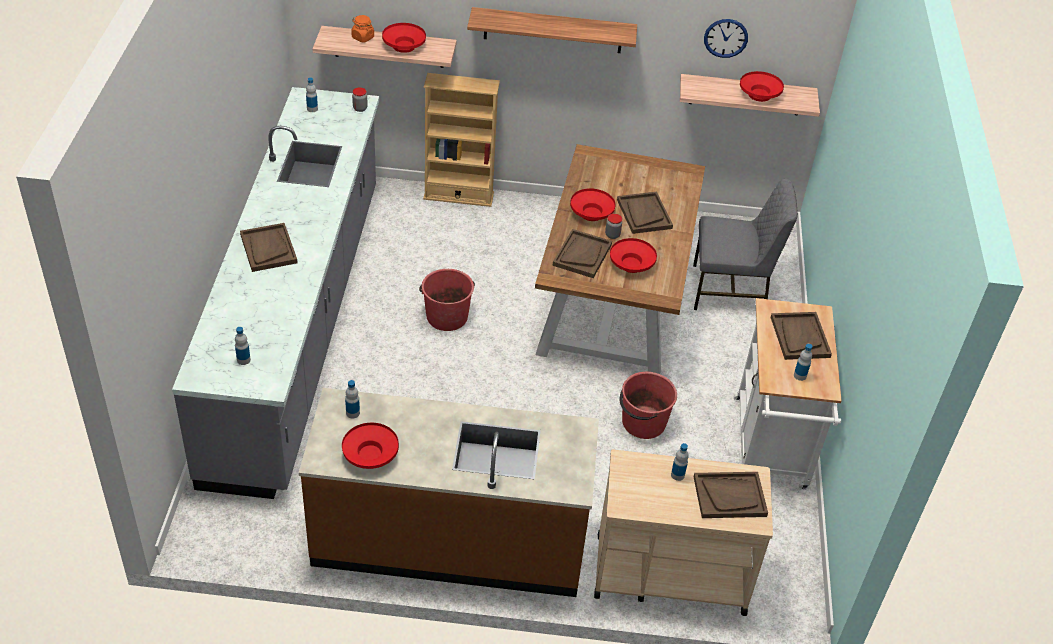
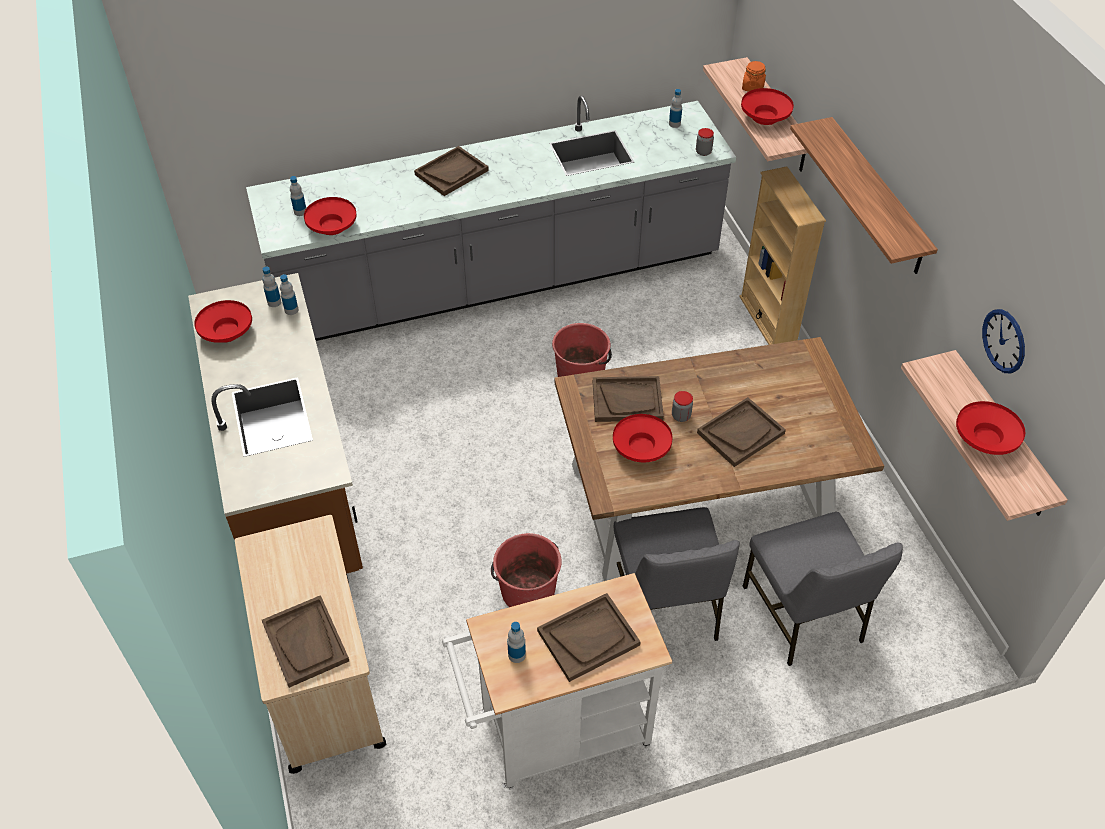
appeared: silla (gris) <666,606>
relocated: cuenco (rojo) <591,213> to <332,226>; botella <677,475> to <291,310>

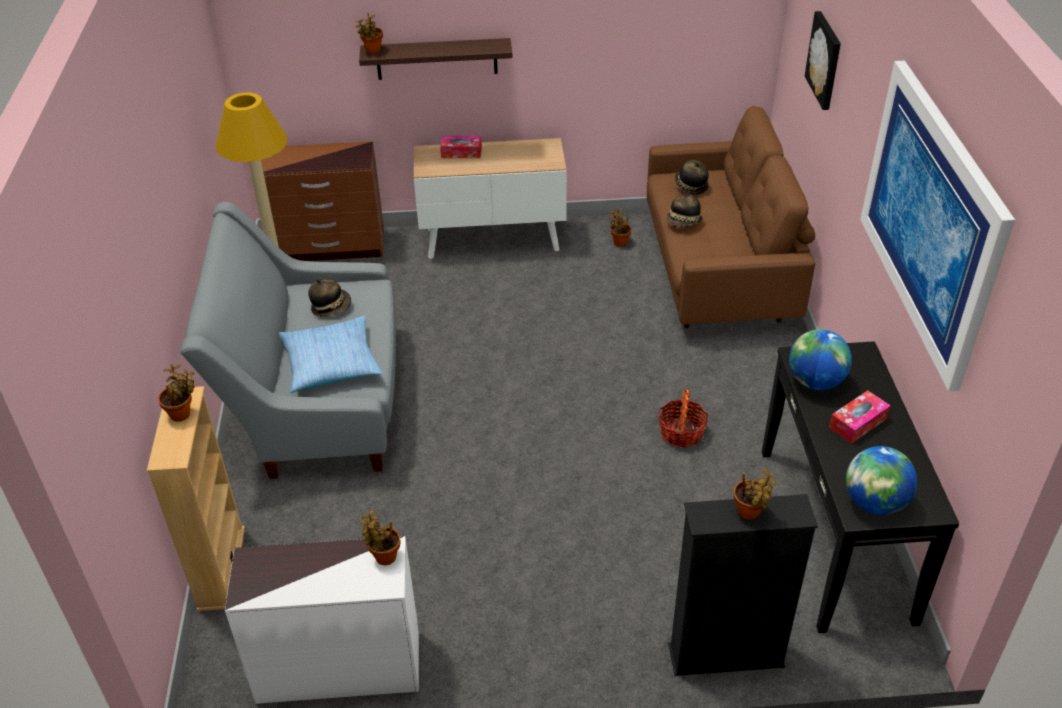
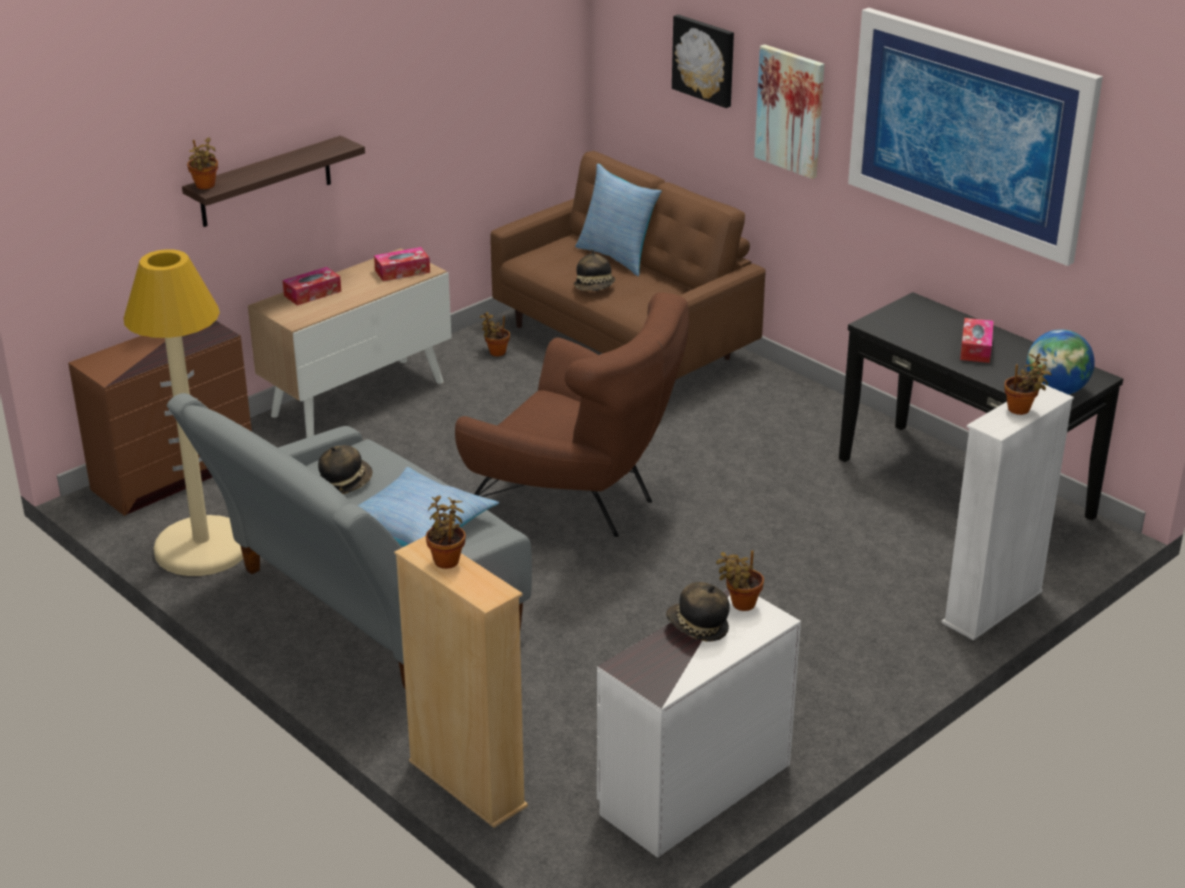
missing: cesta <681,432>; globo terráqueo <815,382>
appeared: caja de pañuelos <402,271>; sillón (marrón) <578,500>; cojín <617,257>; cuadro <790,111>
relocated: sombrero <690,186> to <697,628>
colour: estantería (negro) <725,656> to estantería (blanco) <992,608>

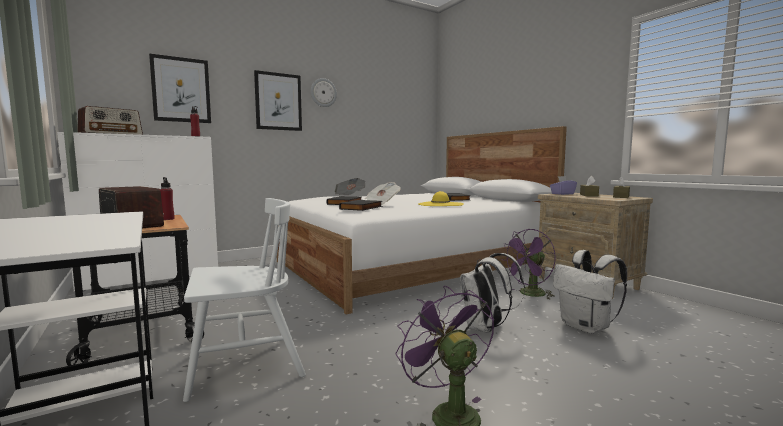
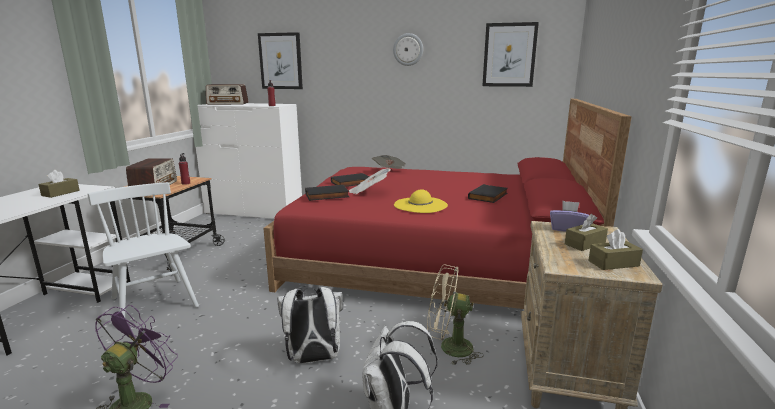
appeared: caja de pañuelos (marrón) <60,193>
relocated: cuadro <278,101> to <509,55>
colour: cama (blanco) <414,264> to cama (rojo) <435,261>; ventilador (morado) <529,294> to ventilador (beis) <448,348>
spun: silla (blanco) <244,365> = <154,303> 150 degrees counterclockwise

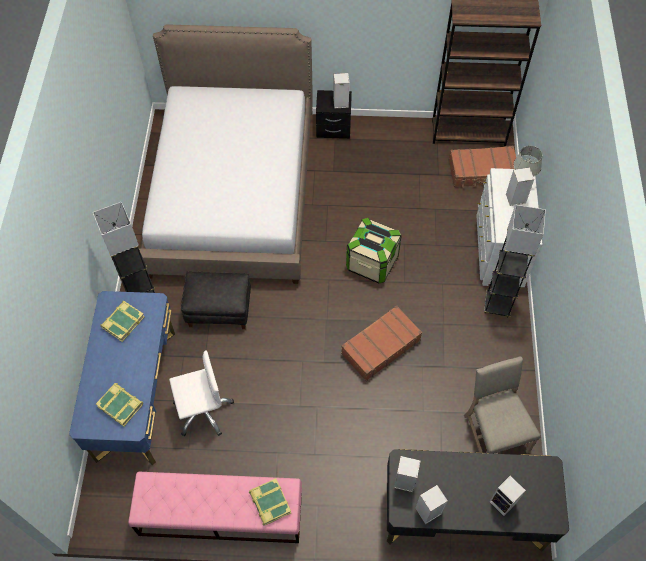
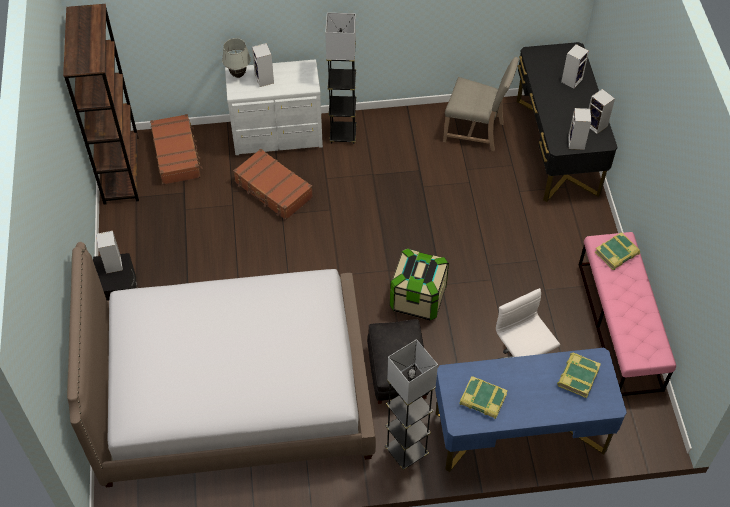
relocated: maleta (marrón) <380,346> to <273,190>; caja de almacenaje <372,262> to <418,298>
spun: silla (beis) <493,432> = <476,131> 135 degrees counterclockwise

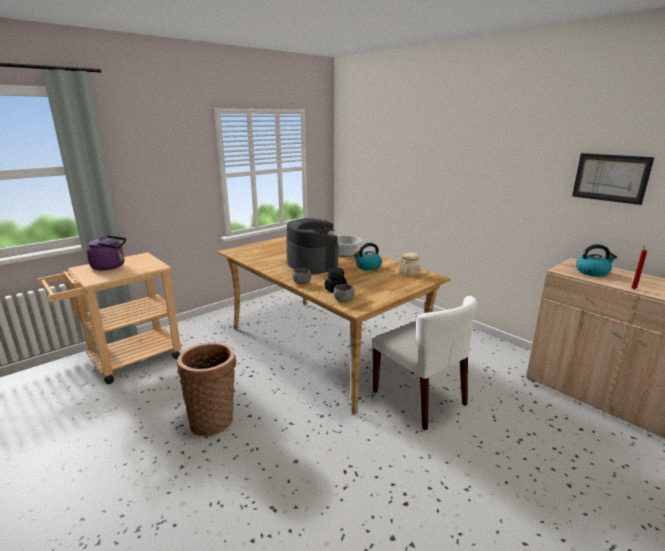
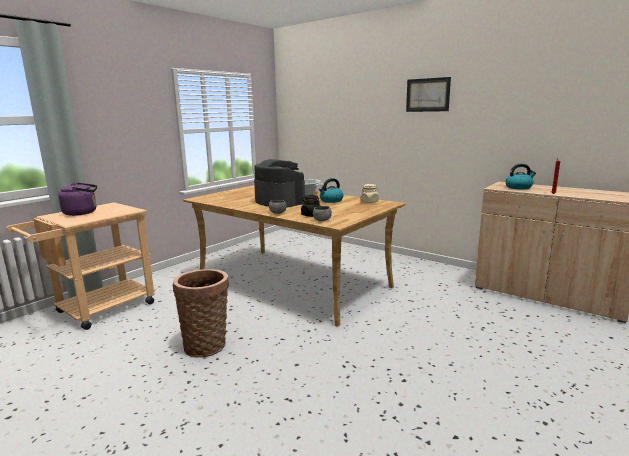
missing: silla (blanco) <419,398>
relocated: cuadro <610,178> to <427,95>

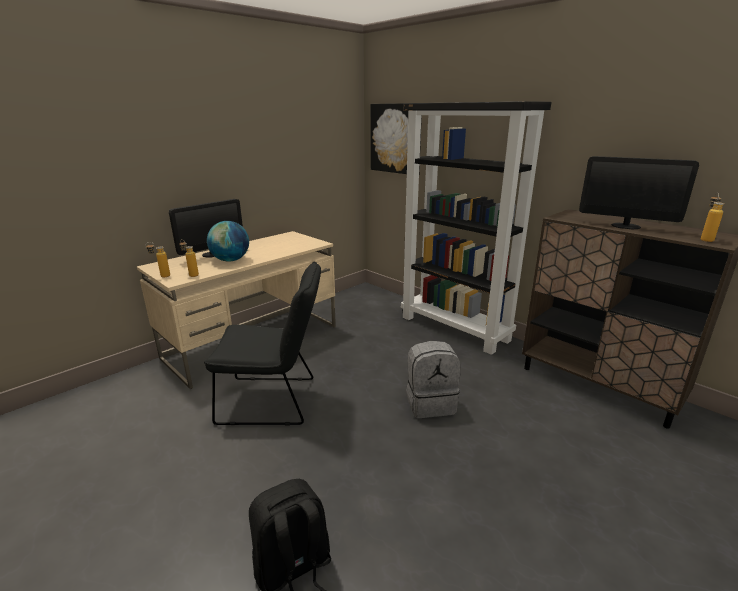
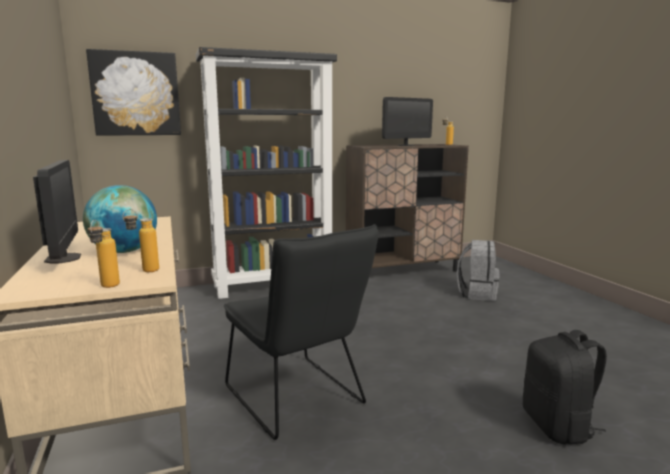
relocated: mochila (gris) <430,403> to <477,294>
spun: silla (negro) <275,400> = <298,399> 120 degrees clockwise

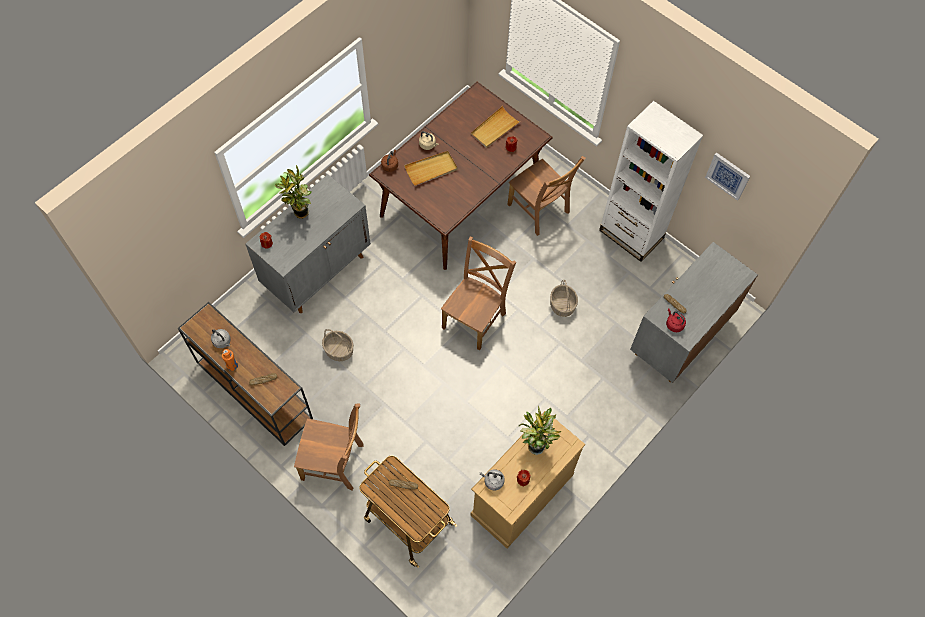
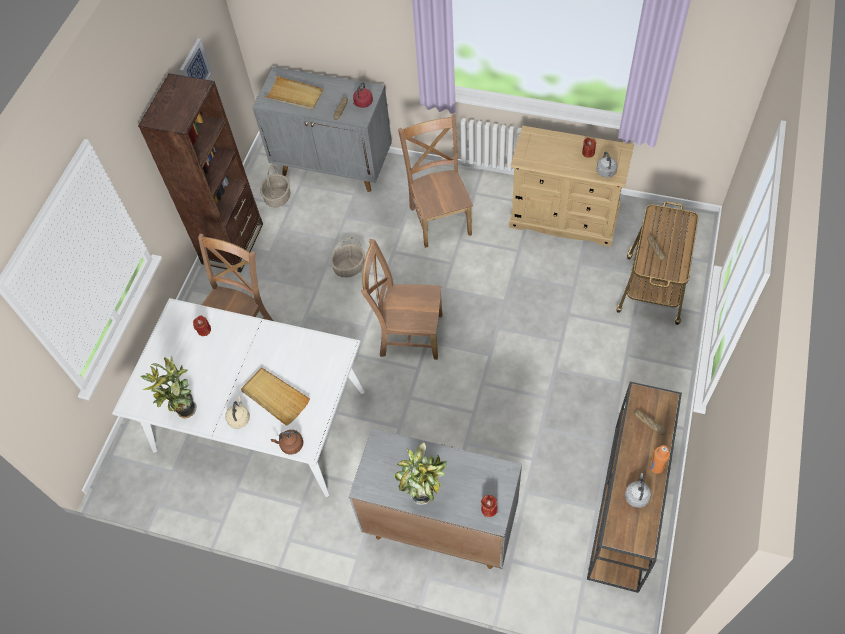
relocated: silla (marrón) <335,463> to <440,218>; cesta <338,350> to <278,197>; bandeja (beis) <494,129> to <295,95>; planta en maceta <535,444> to <184,411>
colour: mesa de comedor (marrón) <461,197> to mesa de comedor (blanco) <258,421>; estantería (blanco) <631,234> to estantería (marrón) <233,243>

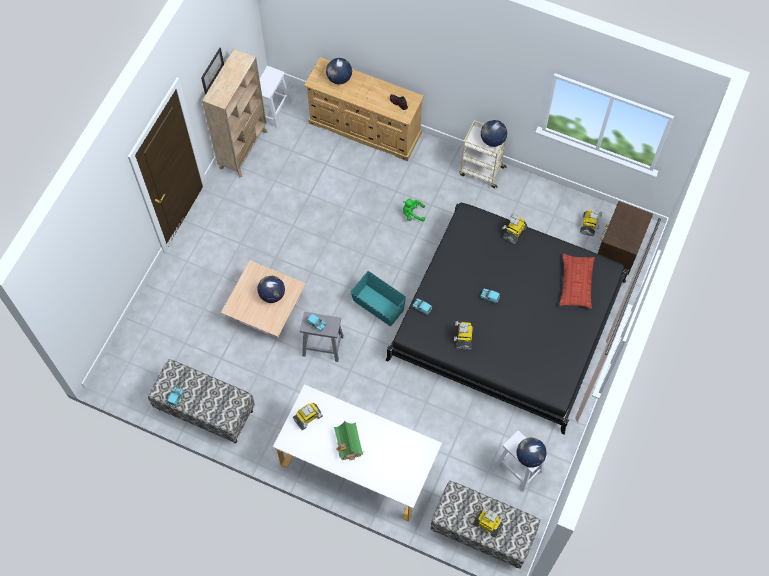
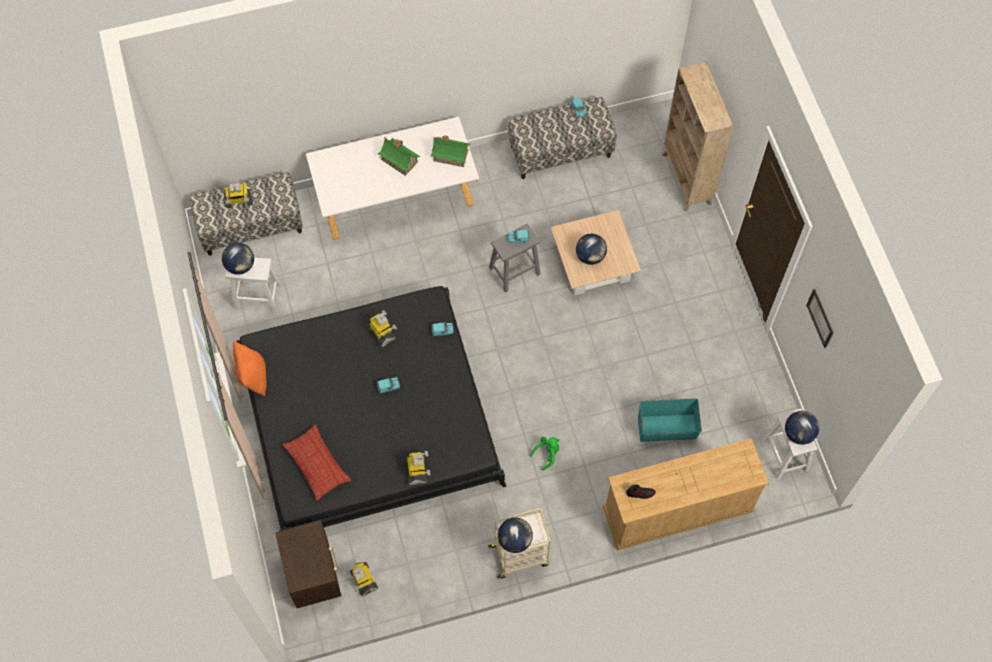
appeared: cojín (naranja) <253,376>
relocated: estantería (beis) <243,149> to <686,179>; globo terráqueo <339,78> to <799,433>; caja de almacenaje (turquesa) <378,305> to <667,428>
exchanged: robot de juguete <308,418> to casita <450,155>

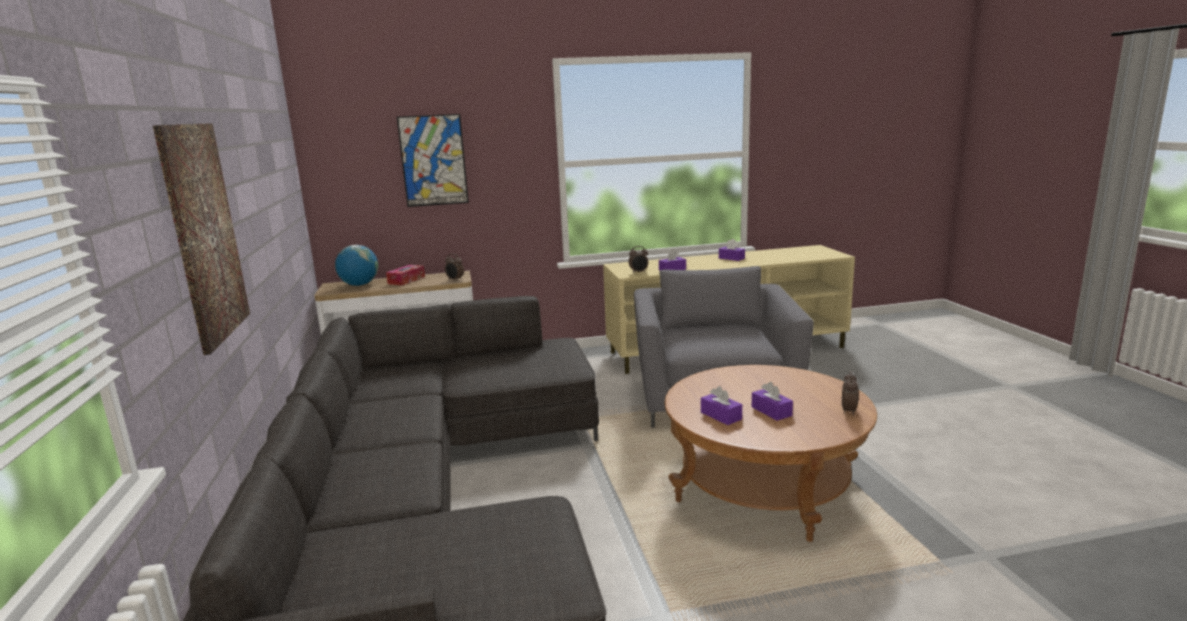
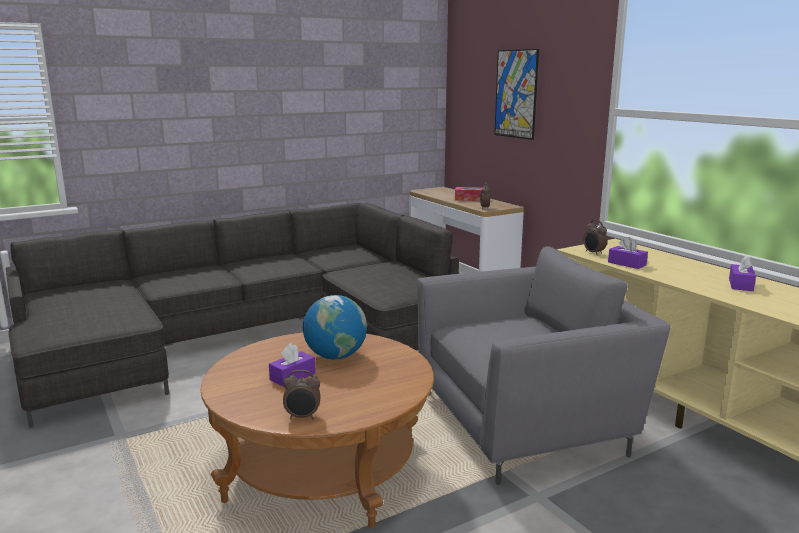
missing: cuadro <204,233>; caja de pañuelos (morado) <721,416>
relocated: globo terráqueo <359,285> to <336,356>

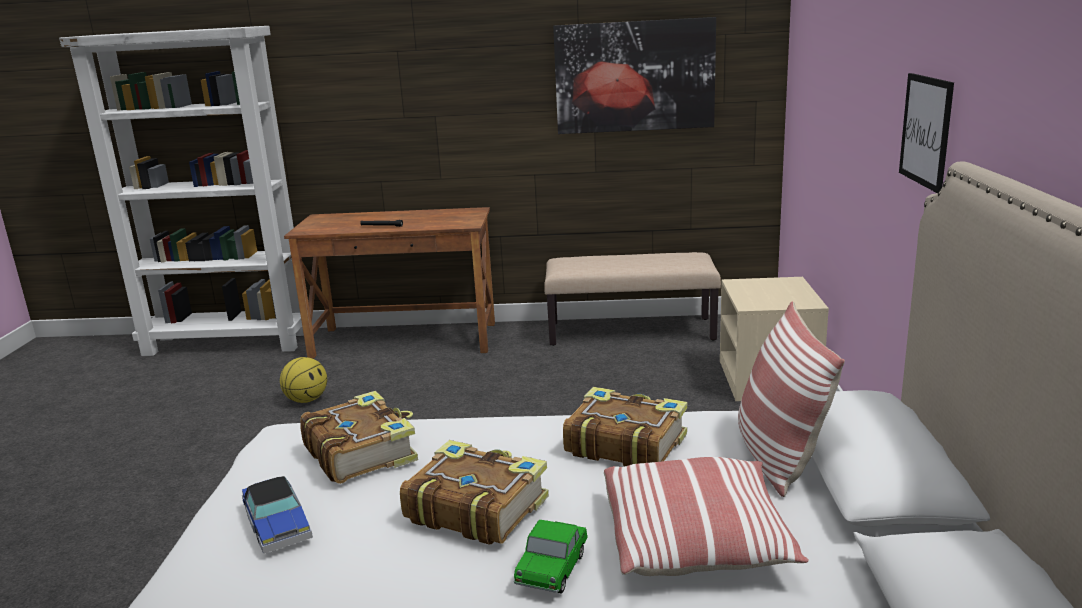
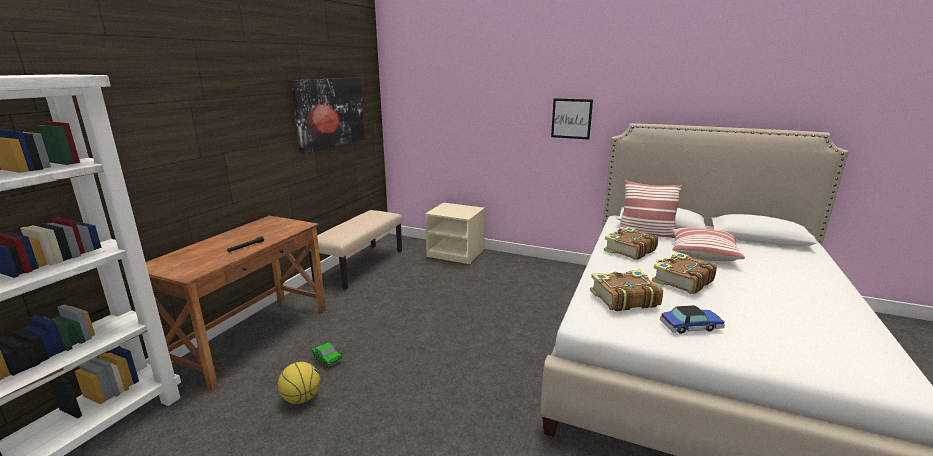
relocated: coche de juguete <552,569> to <327,360>

